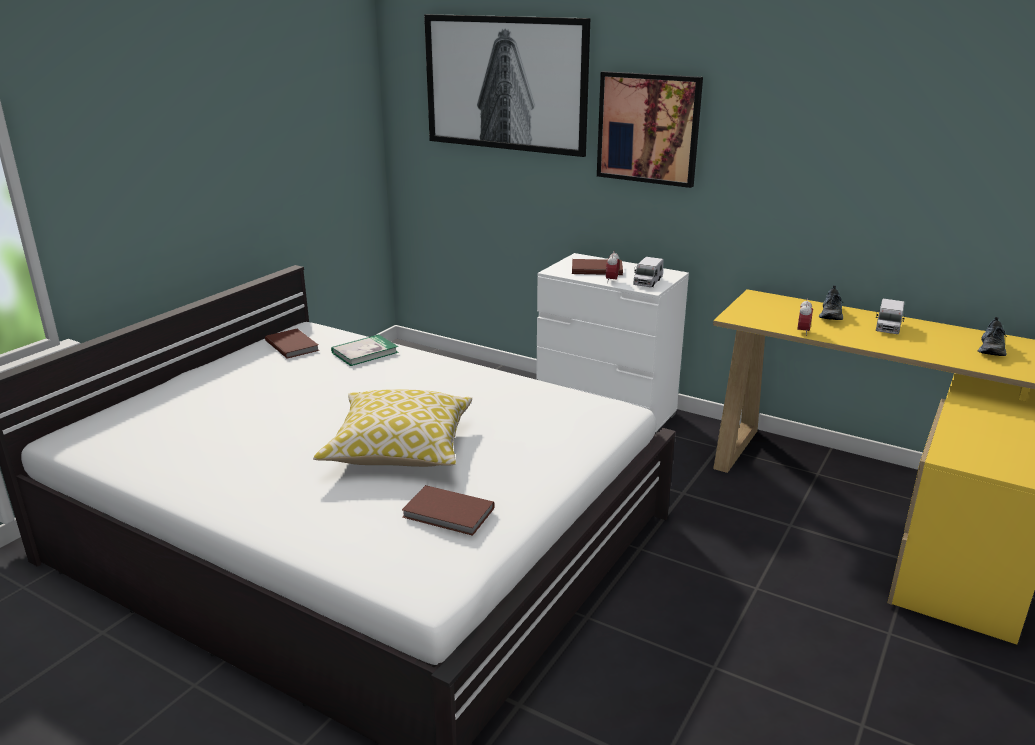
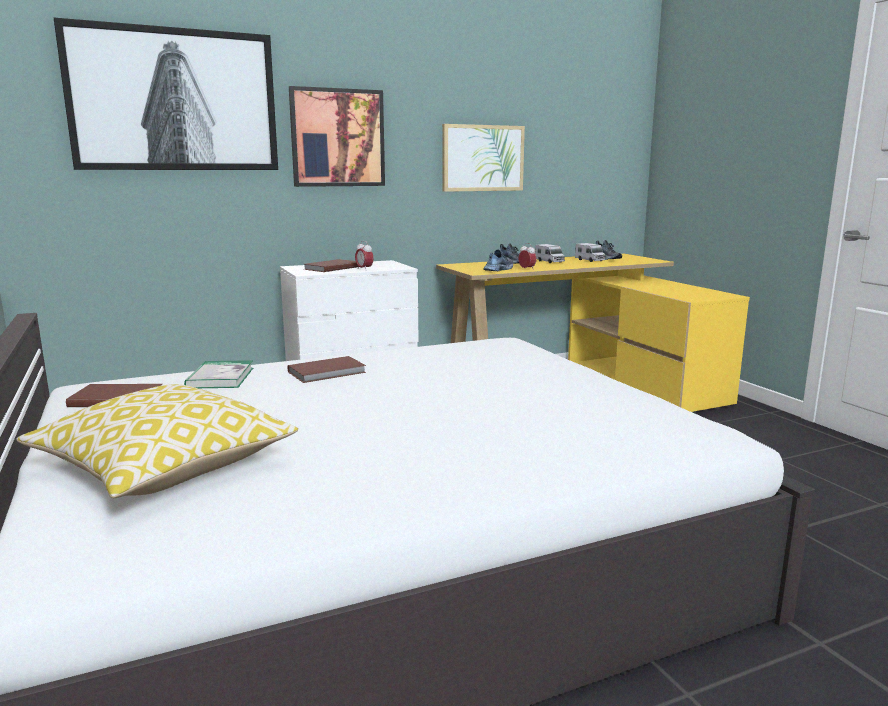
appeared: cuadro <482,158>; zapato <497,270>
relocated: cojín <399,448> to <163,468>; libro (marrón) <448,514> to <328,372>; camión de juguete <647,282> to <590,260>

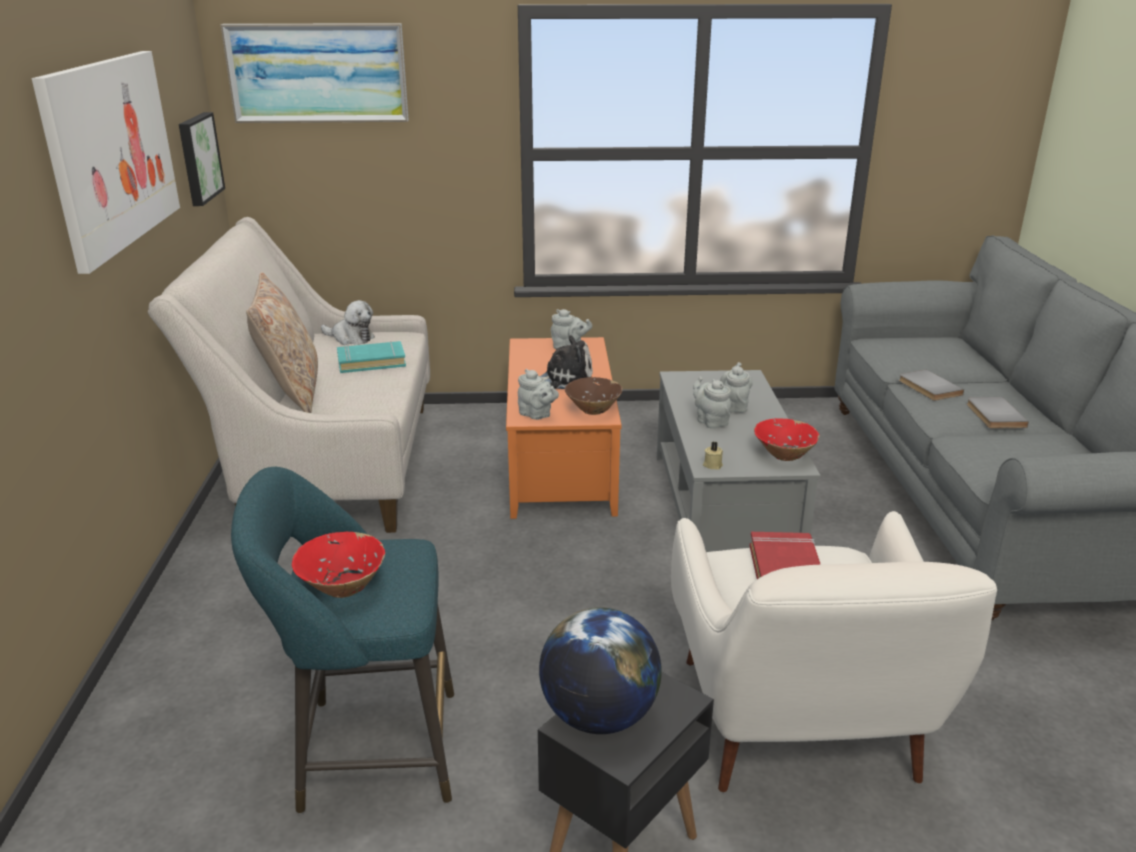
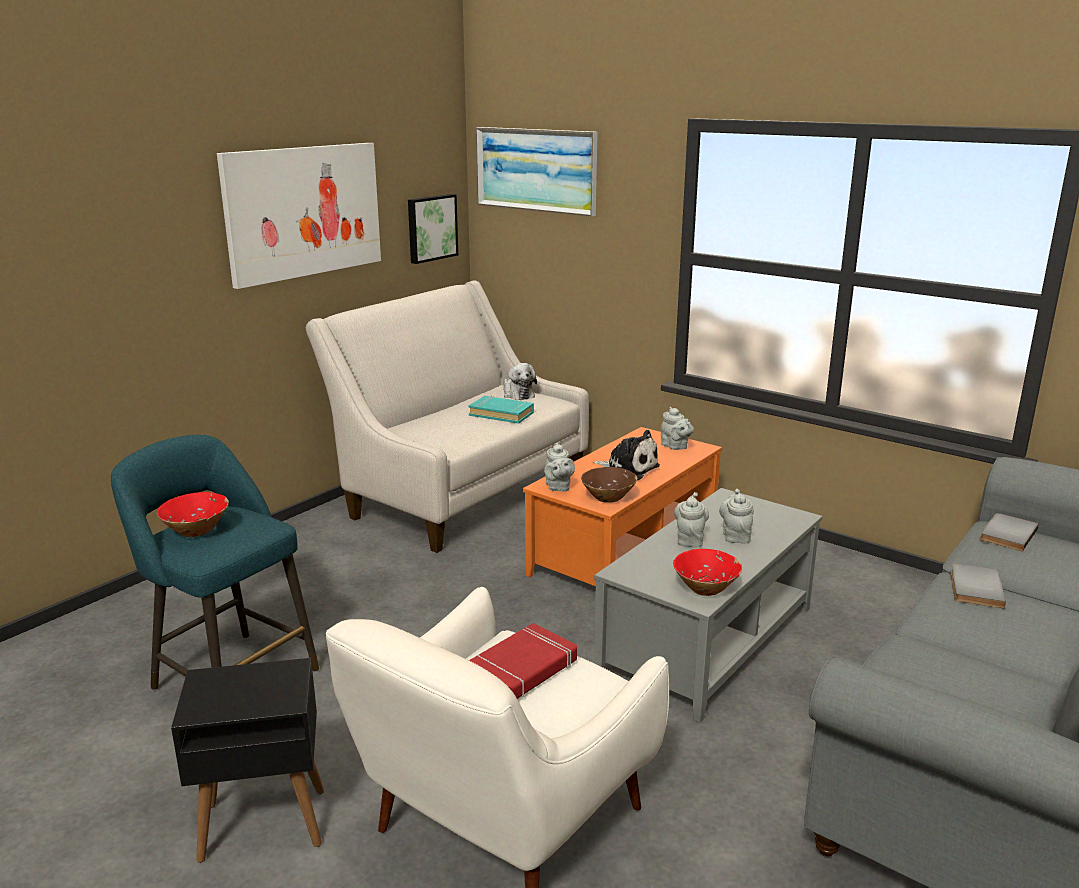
missing: cojín (beis) <292,392>; globo terráqueo <599,716>; vela (beis) <712,465>
relocated: libro (gris) <993,415> to <1006,534>
spun: tetera (gris) <734,406> = <735,536> 45 degrees counterclockwise

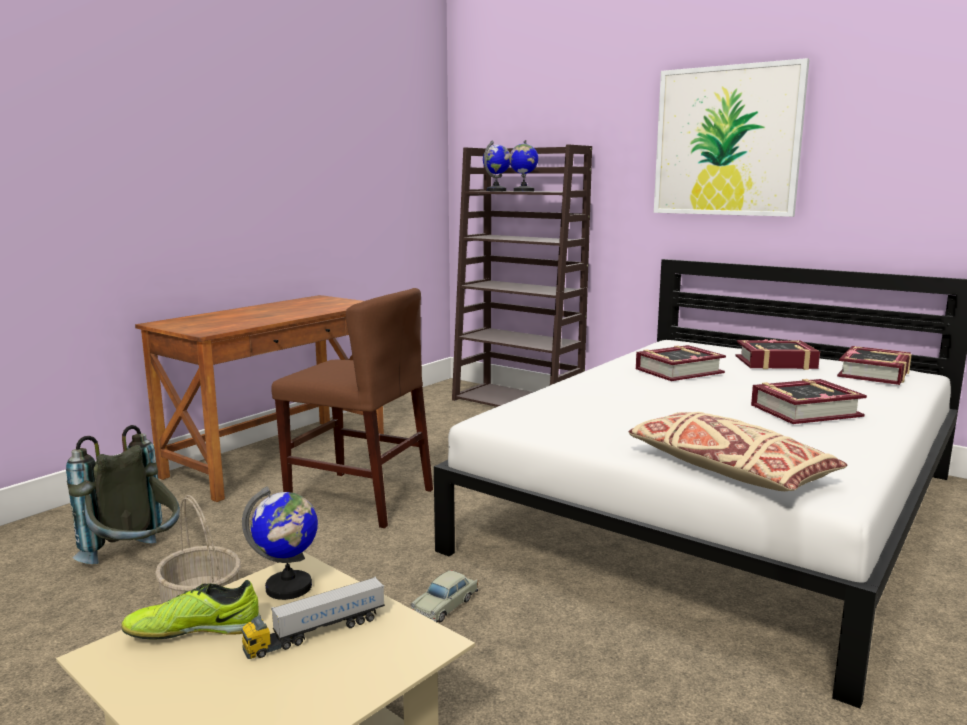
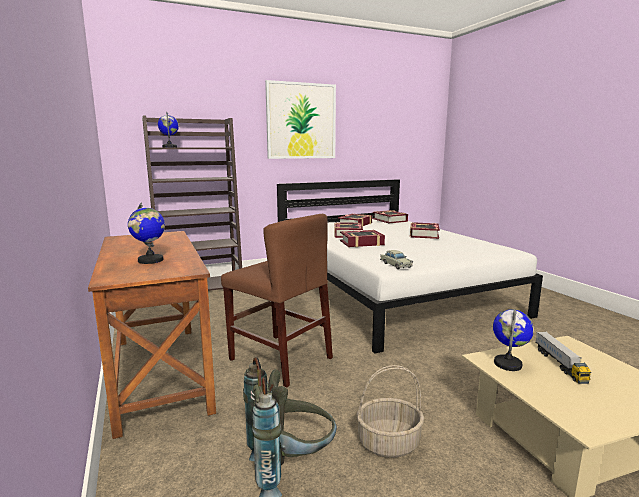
missing: zapato <194,630>; cojín (beis) <727,470>
appeared: libro <361,243>
relocated: coche de juguete (beis) <445,605> to <395,265>; globo terráqueo <523,191> to <150,260>
spun: silla (marrón) <360,498> = <280,358> 75 degrees clockwise

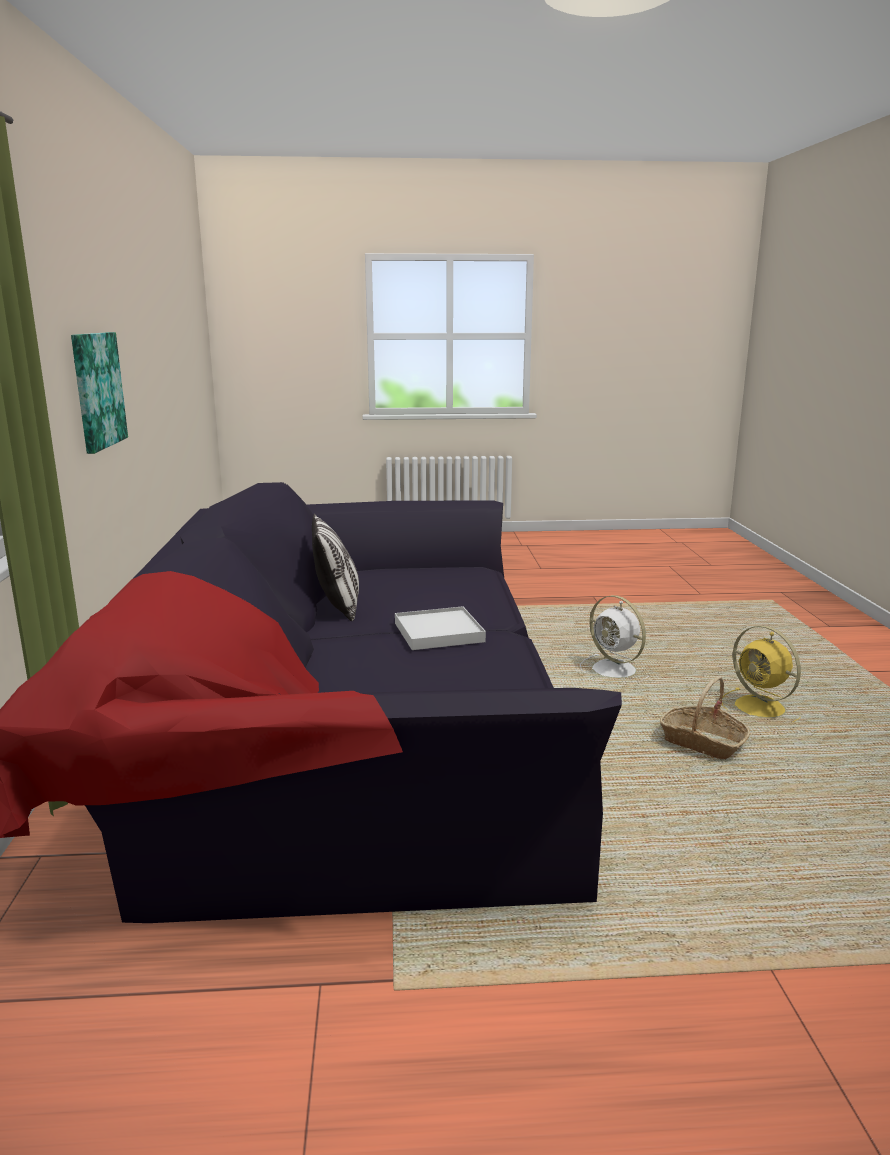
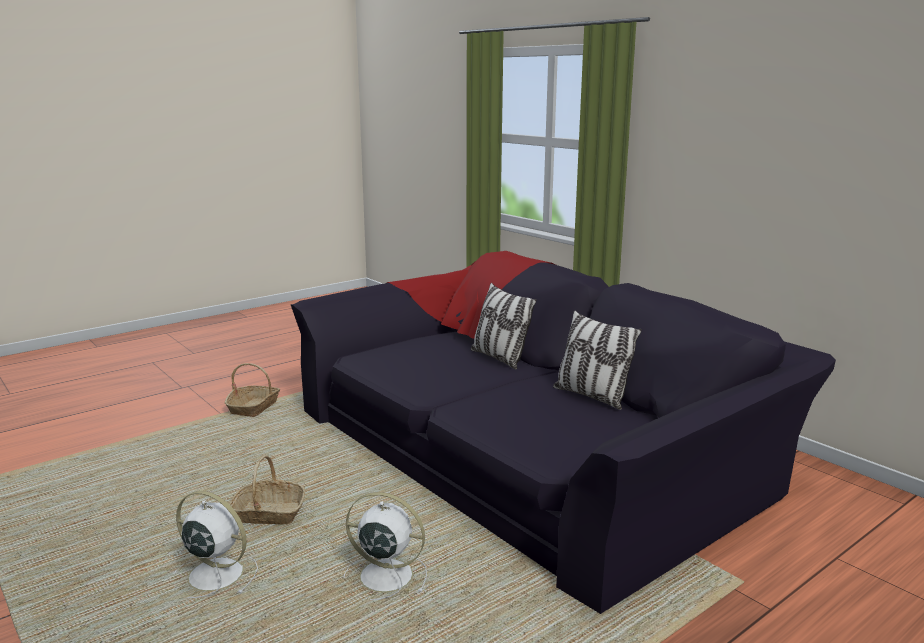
missing: cuadro <97,390>; bandeja (blanco) <439,632>
appeared: cesta <254,407>; cojín <499,358>
colour: ventilador (amarillo) <761,708> to ventilador (blanco) <213,574>

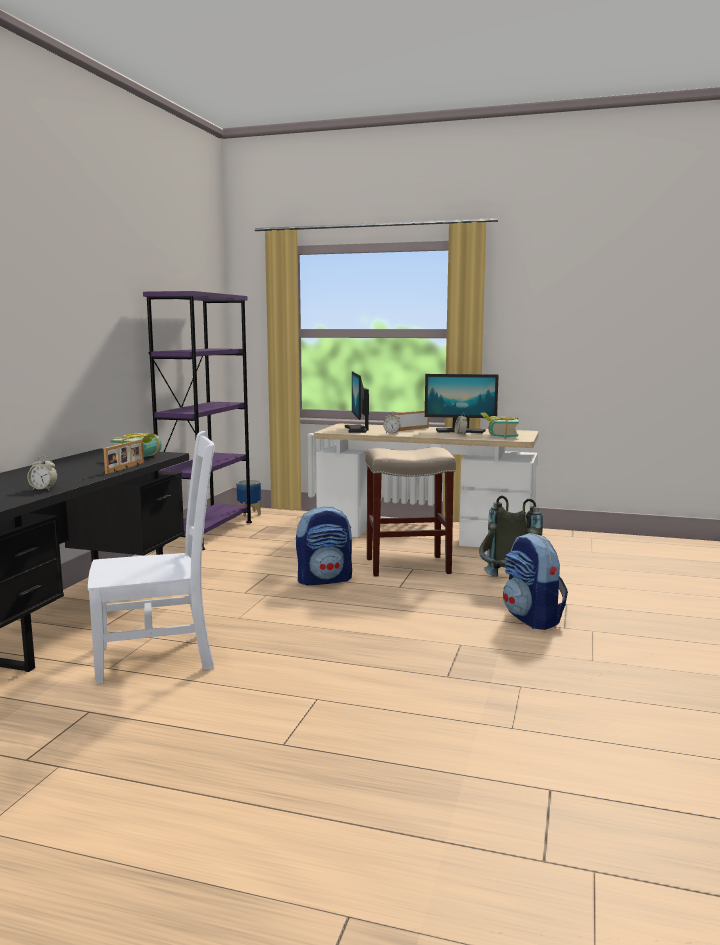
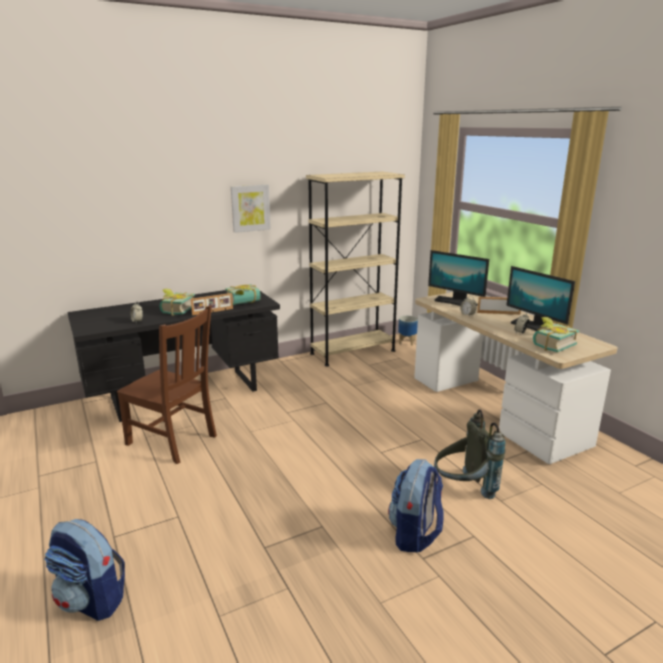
missing: taburete (beis) <406,566>
appeared: libro <175,310>; cuadro <250,208>
relocated: mochila <324,580> to <92,600>
colour: silla (blanco) <160,656> to silla (marrón) <174,441>; estantería (morado) <207,533> to estantería (beis) <353,352>
spun: monitor <357,429> = <455,302> 90 degrees counterclockwise

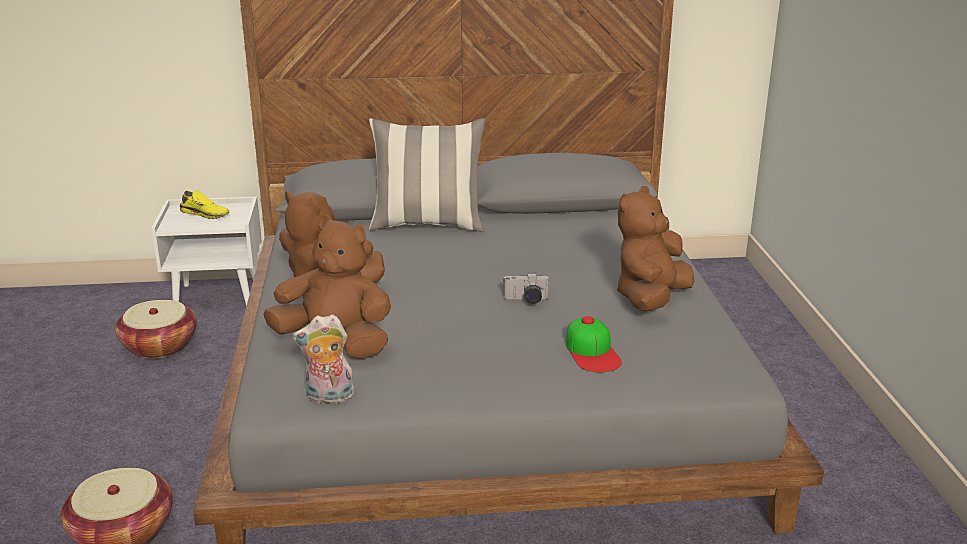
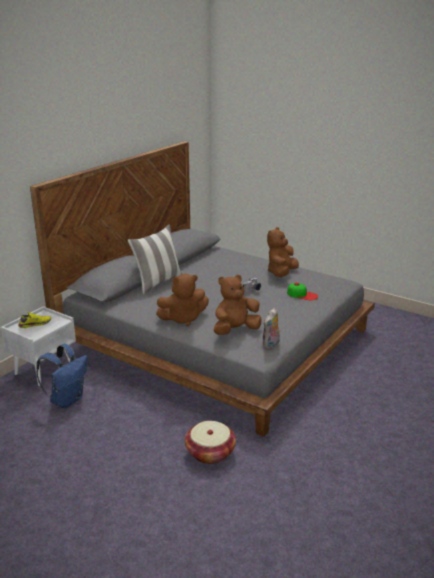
exchanged: cesta <159,346> to mochila (azul) <67,400>
spun: peluche (marrón) <650,299> = <281,273> 45 degrees clockwise

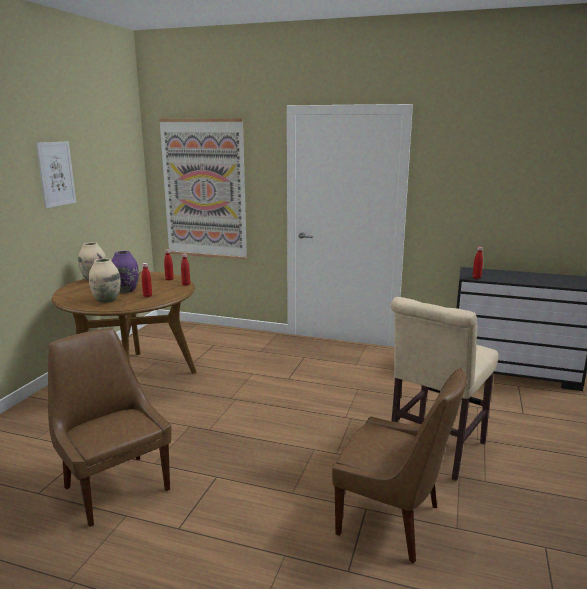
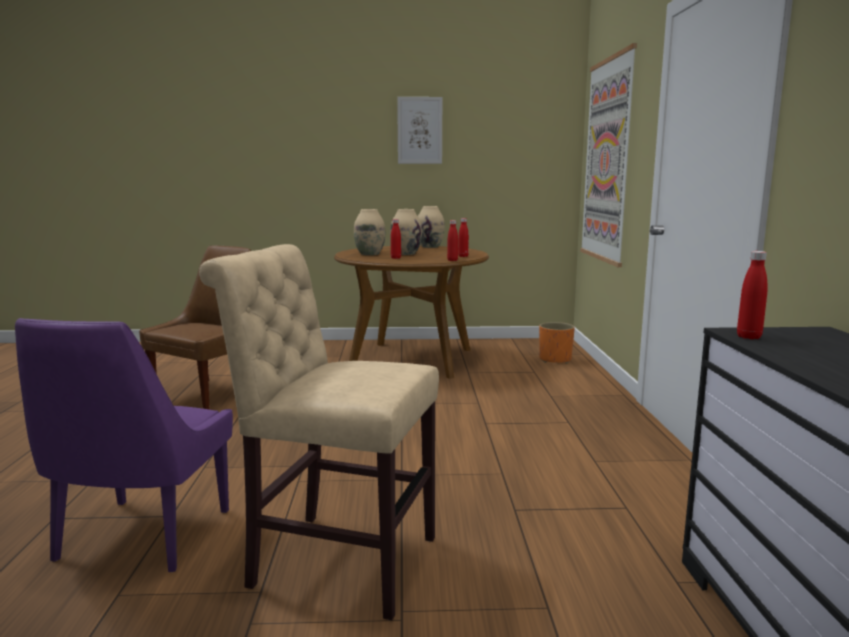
appeared: maceta (naranja) <555,359>
colour: florero (morado) <125,290> to florero (beis) <406,253>; silla (marrón) <392,521> to silla (morado) <141,538>

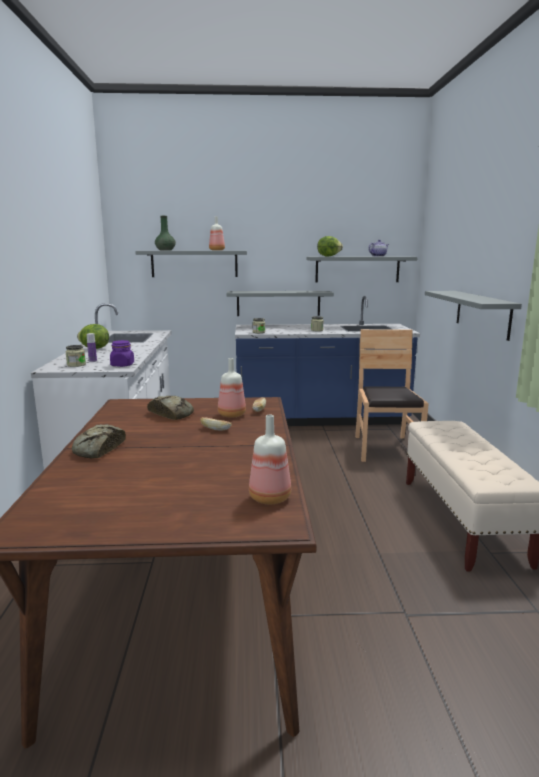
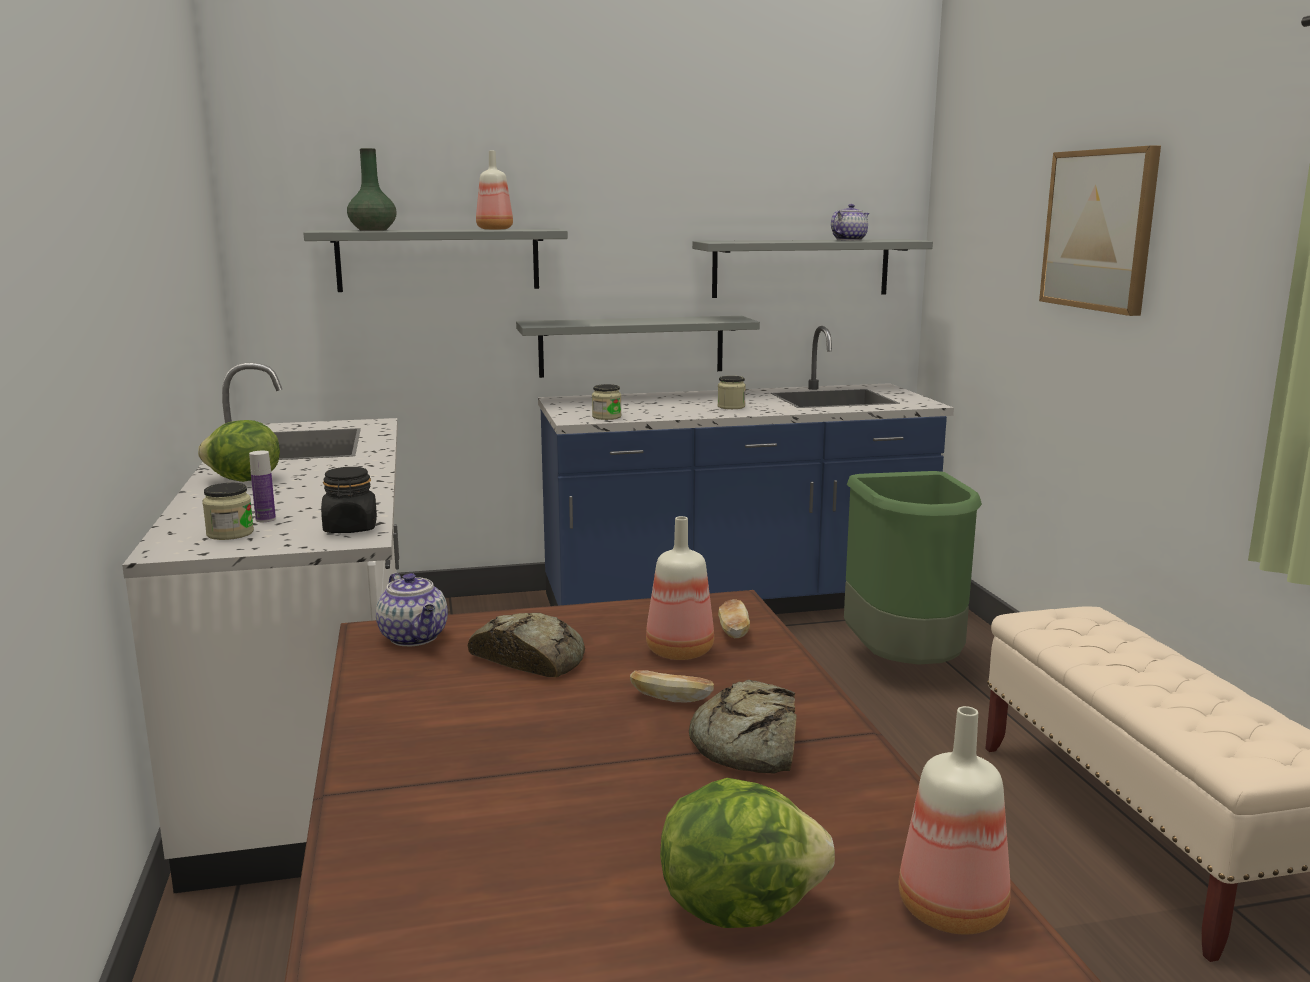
missing: estante (gris) <482,313>
appeared: tetera <415,638>; cuadro <1099,230>
relocated: pan <98,449> to <748,744>; lechuga <328,256> to <738,906>
exchanged: silla (marrón) <385,449> to papelera (verde) <905,665>
colour: tarro (morado) <122,365> to tarro (negro) <350,528>

